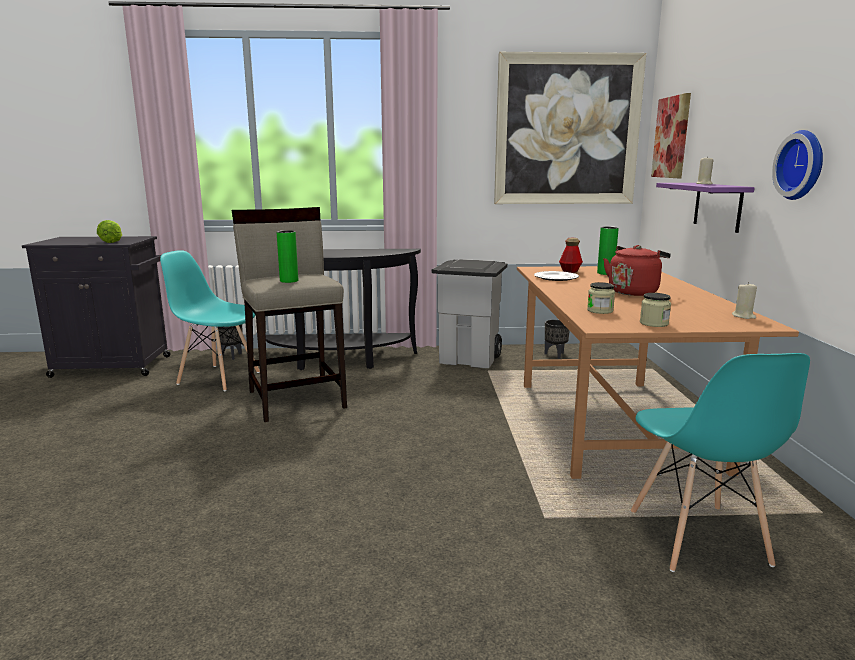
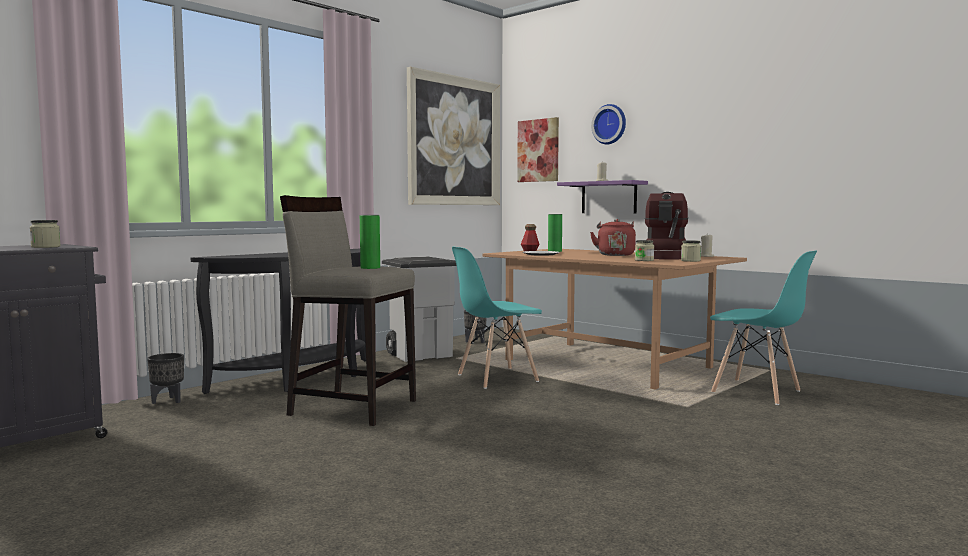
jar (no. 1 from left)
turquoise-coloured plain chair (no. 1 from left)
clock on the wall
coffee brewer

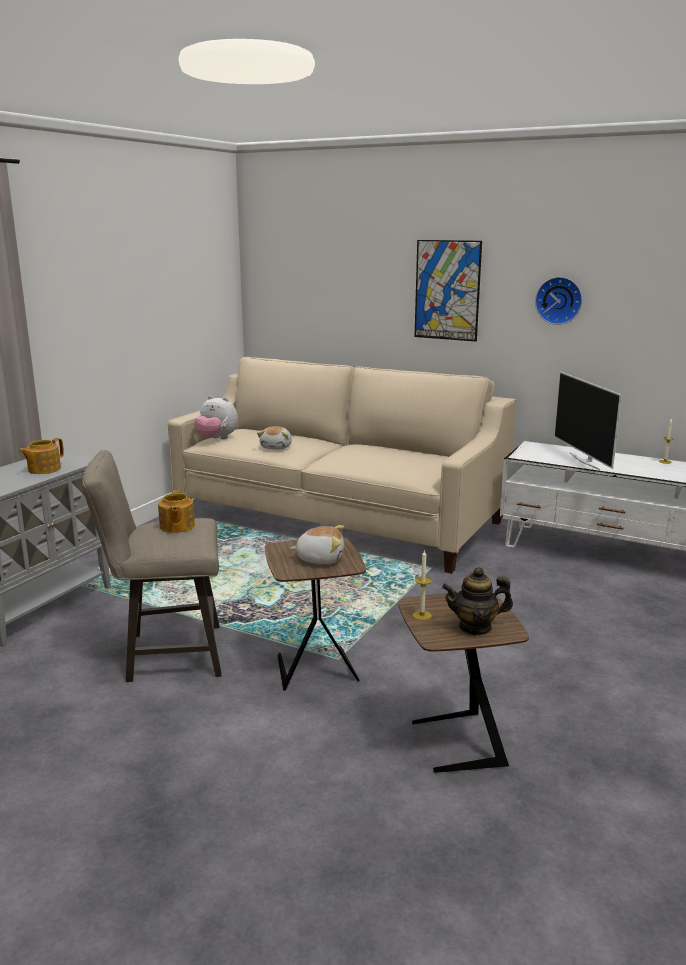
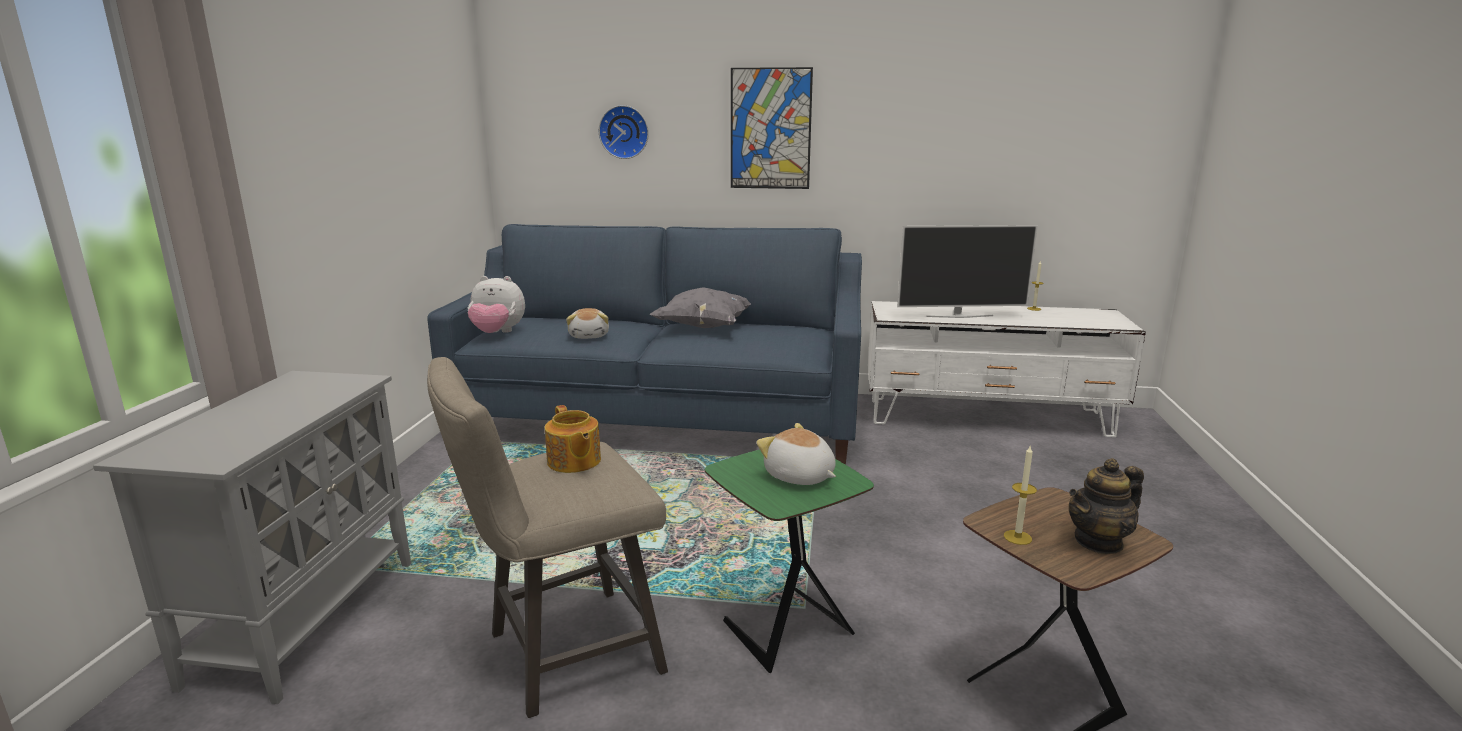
teapot (no. 1 from left in the first image)
blue couch
greenish side table
soft toy (no. 3 from left)
clock on the wall
TV
greyish cushion

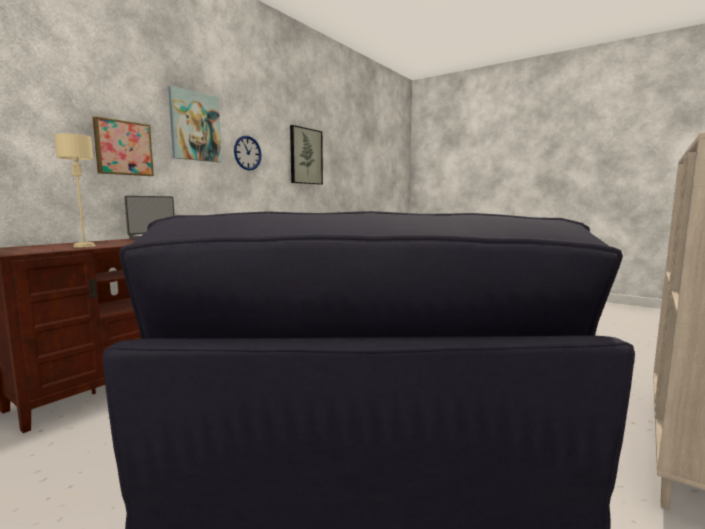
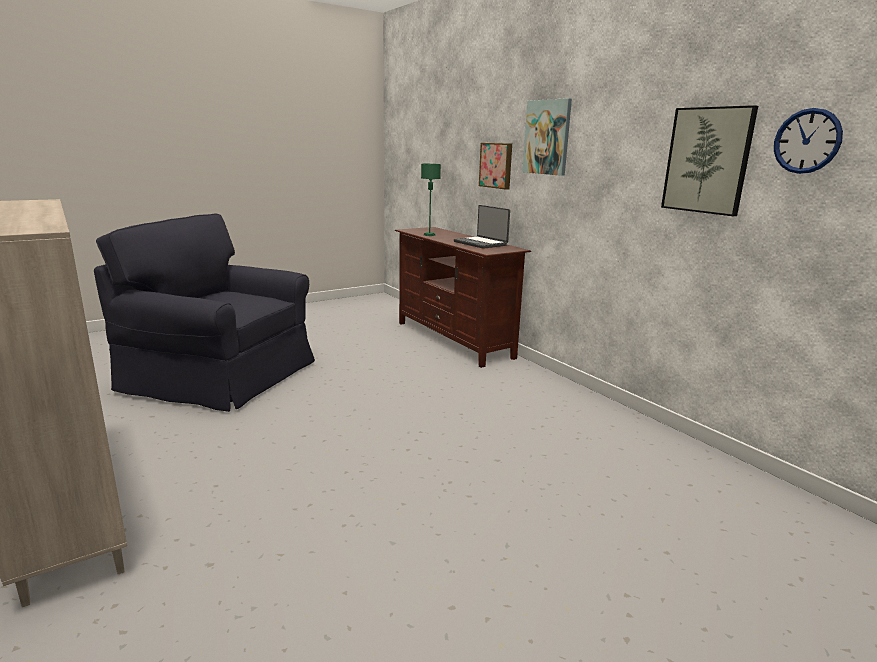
greenish tabletop lamp
clock on the wall

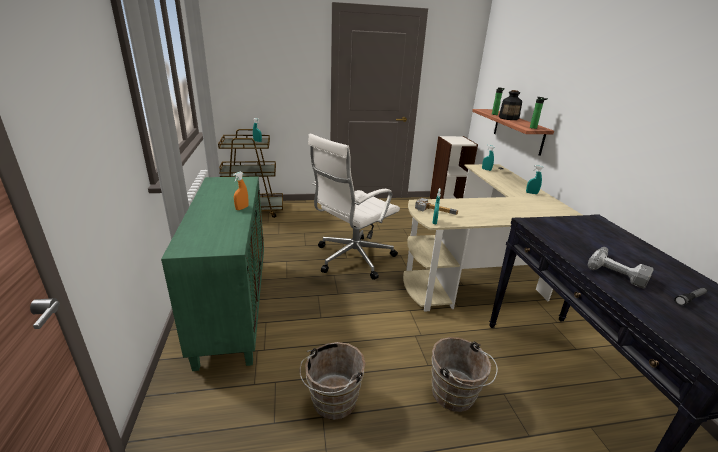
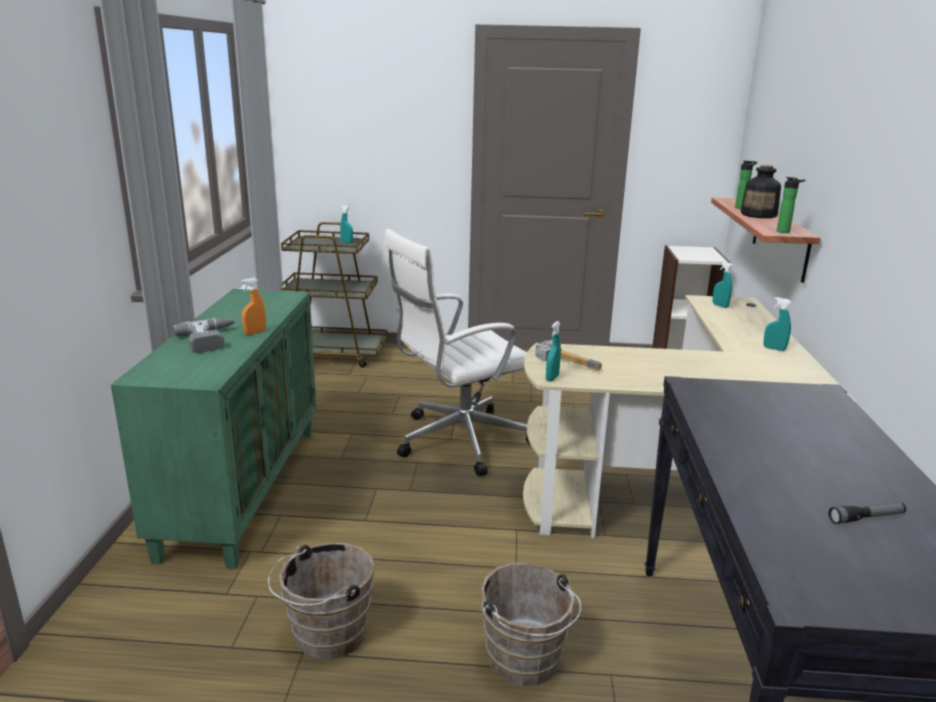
drill

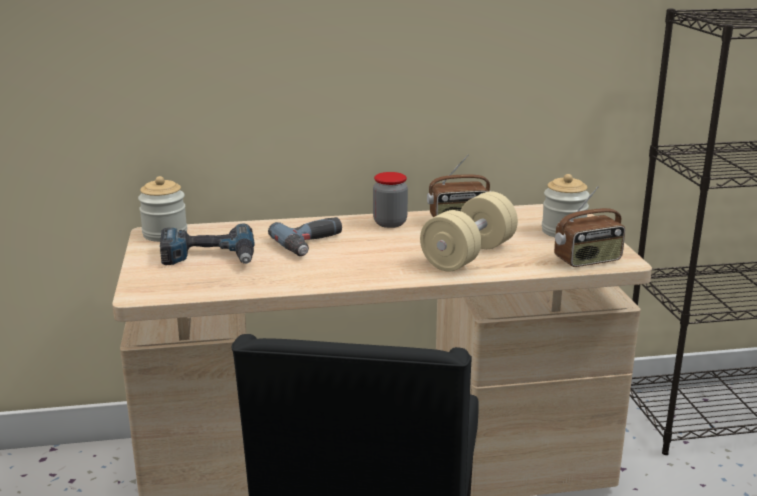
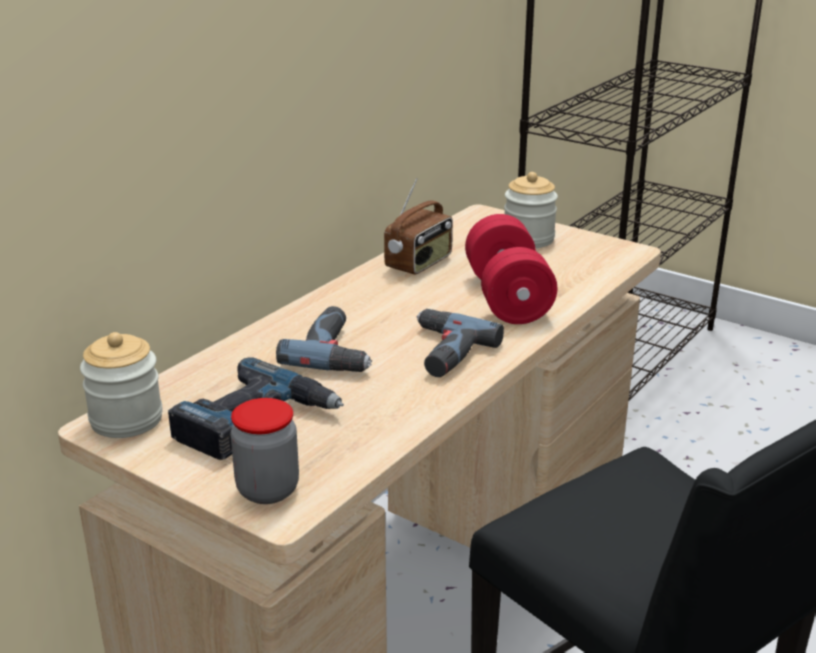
jar (no. 2 from left)
red dumbbell
radio receiver (no. 2 from left in the first image)
drill (no. 3 from left)

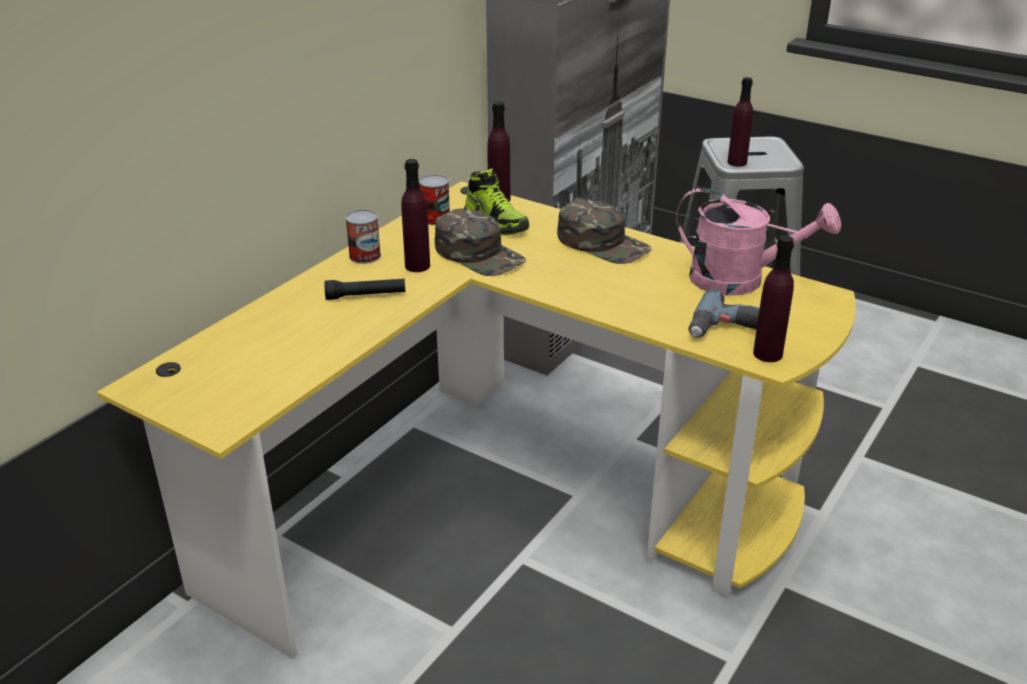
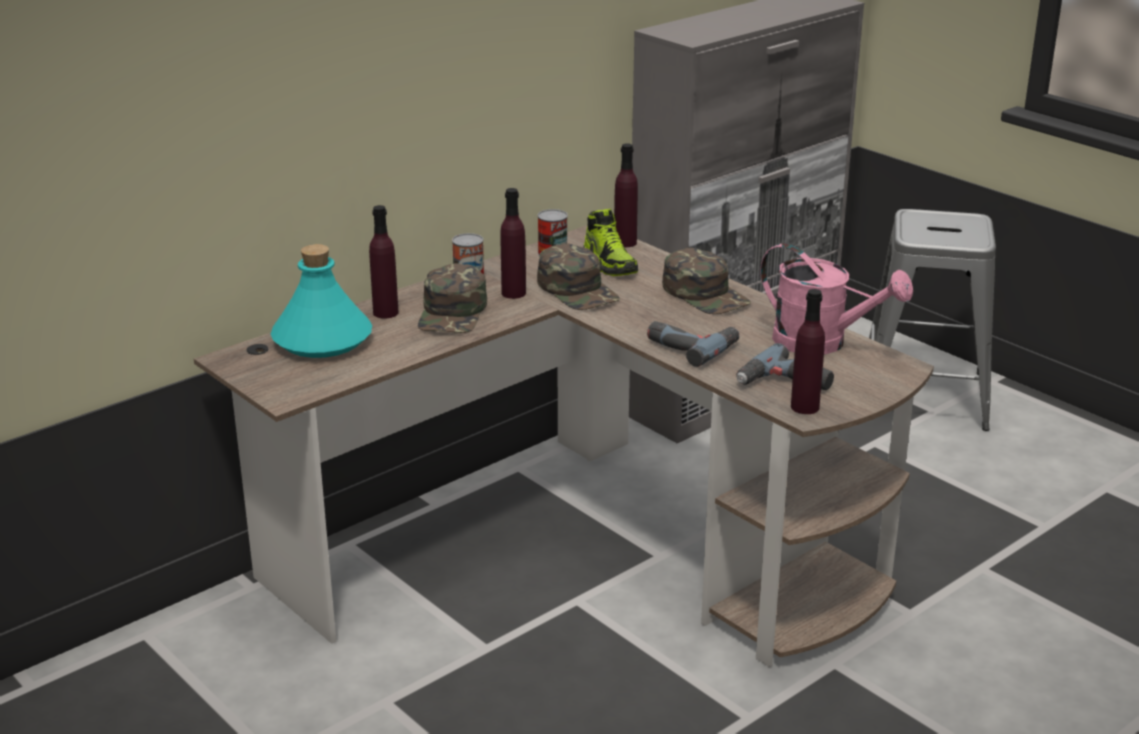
brown desk unit
greenish cap (no. 1 from left)
purple drink bottle (no. 1 from left)
turquoise-coloured drink bottle
drill (no. 1 from left)

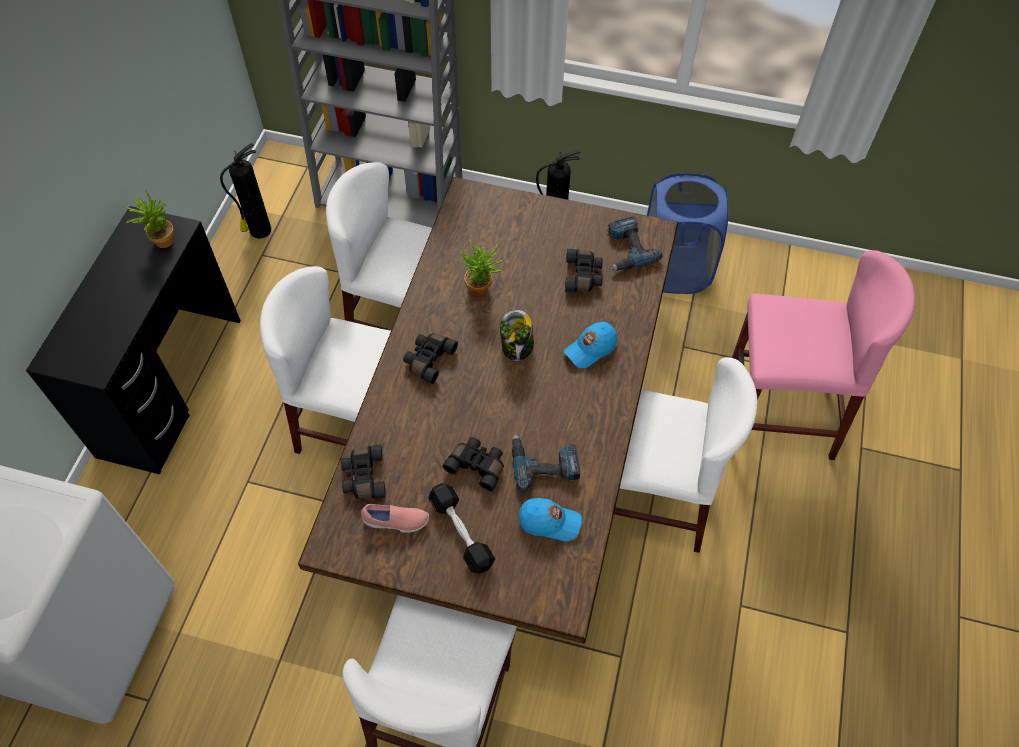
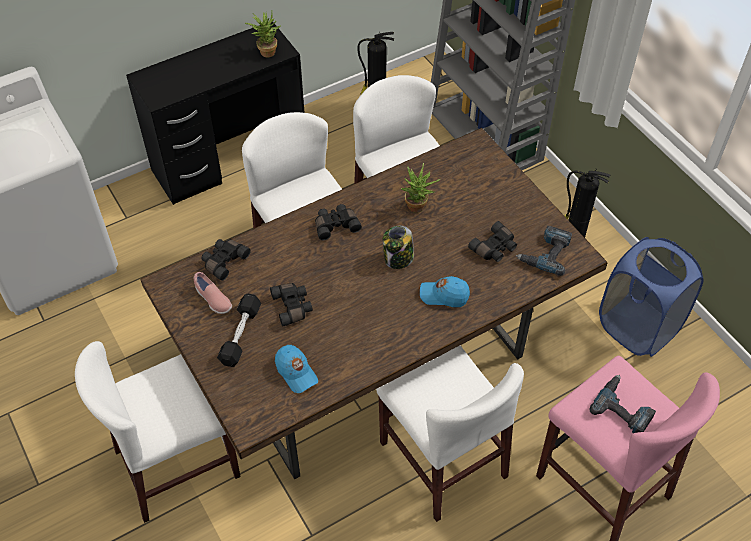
drill (no. 2 from left)

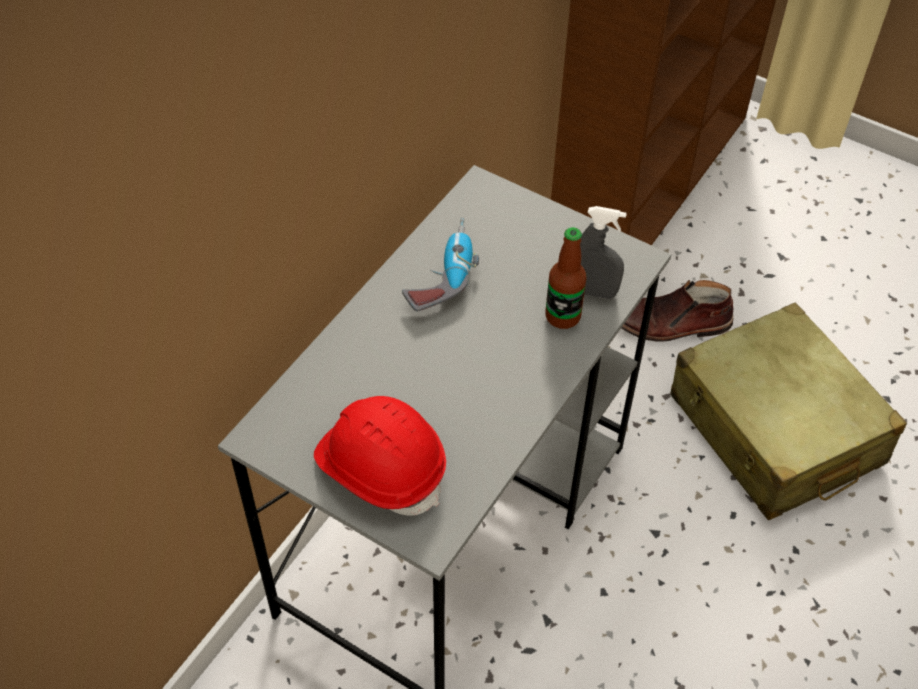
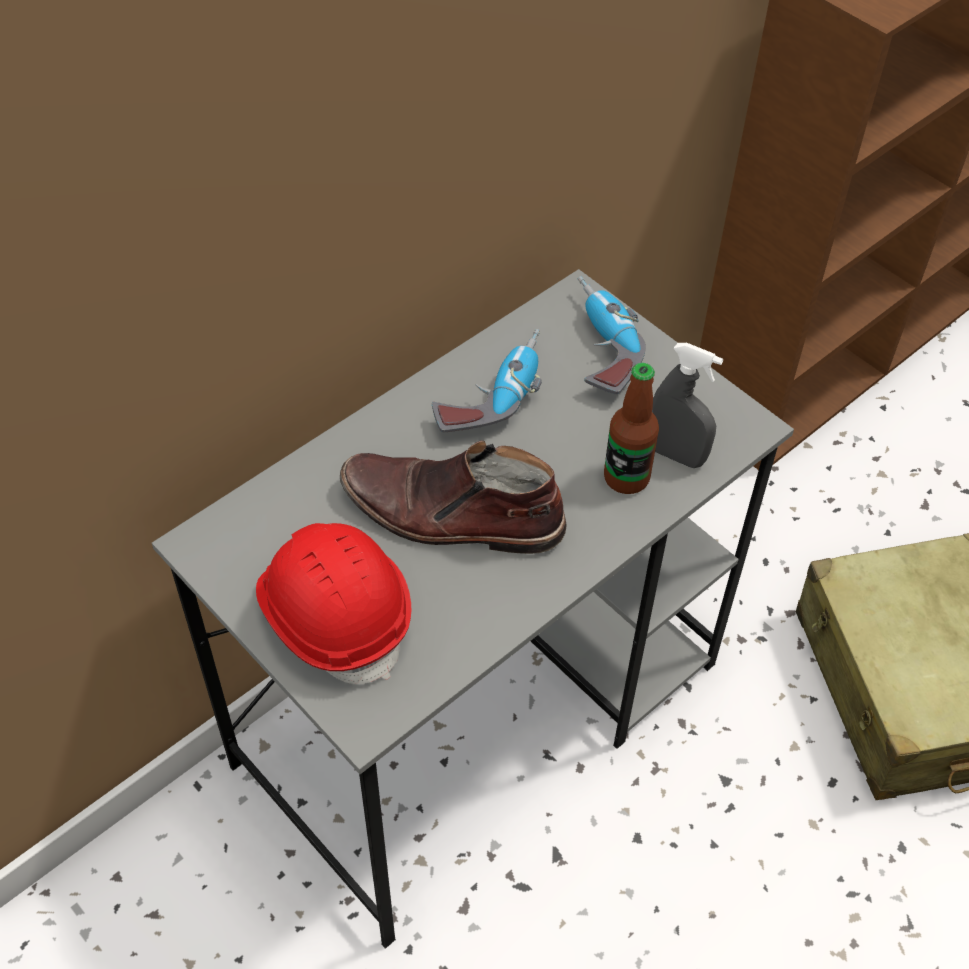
brown boot
drill (no. 2 from left)

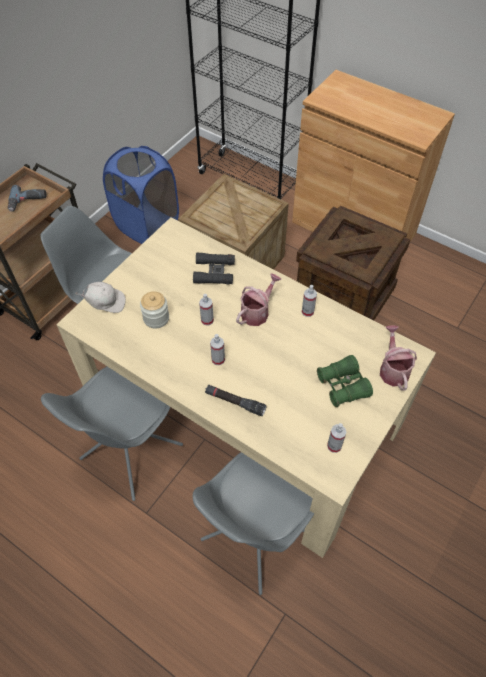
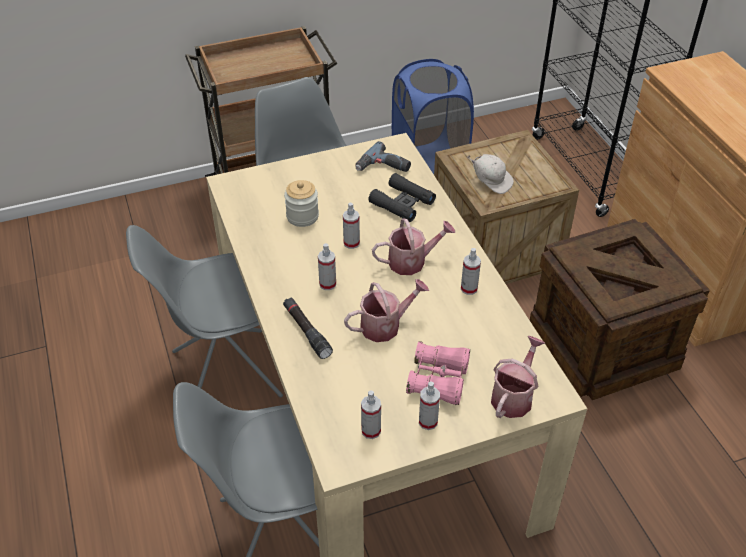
drill
white cap
pink binoculars
watering pot (no. 1 from left)
sprayer (no. 4 from left)

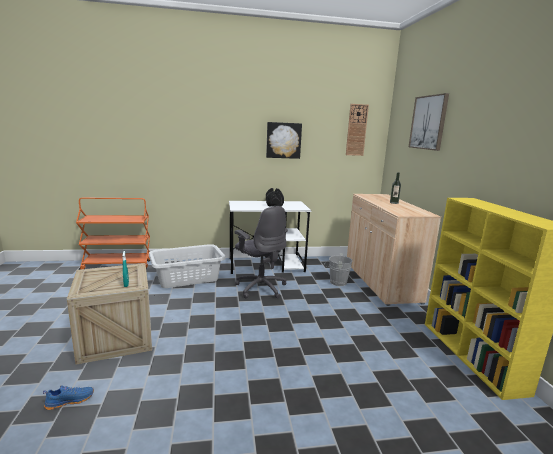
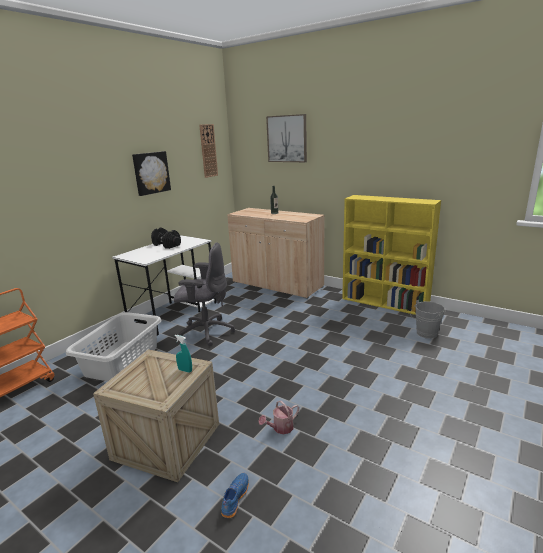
greyish bucket
watering pot

